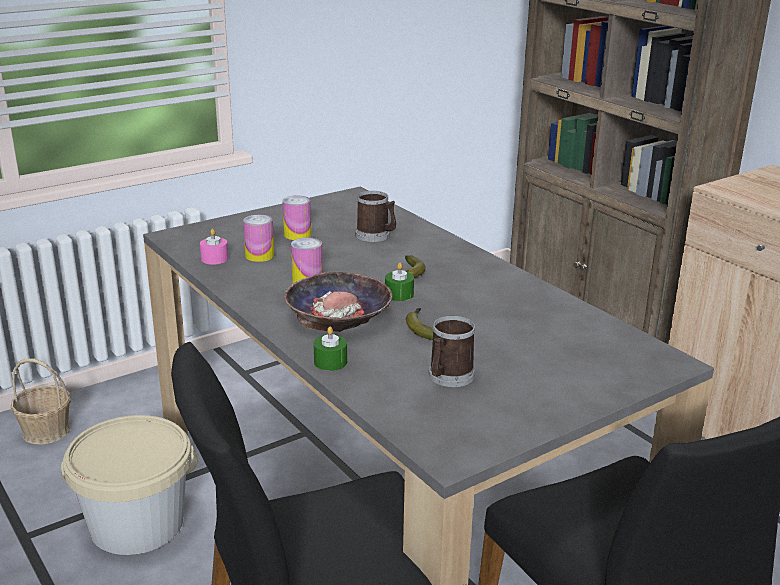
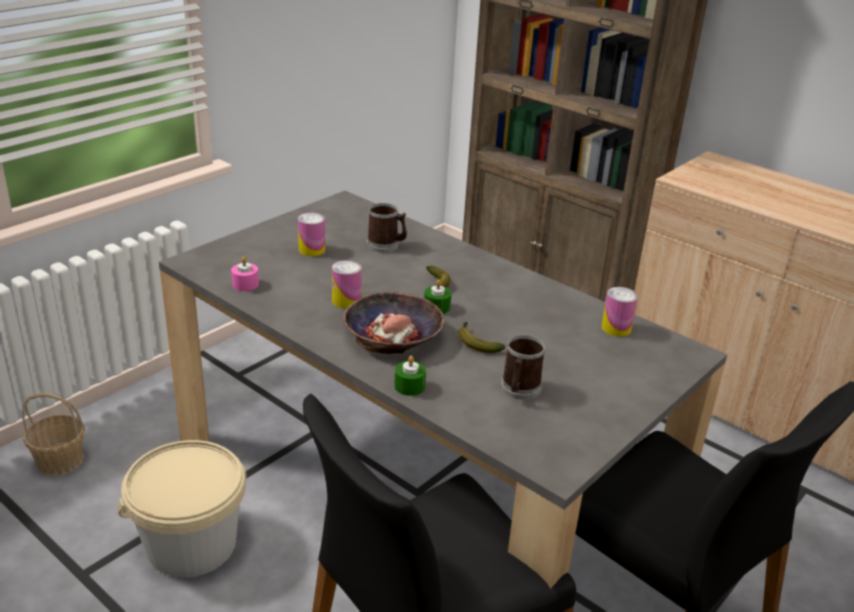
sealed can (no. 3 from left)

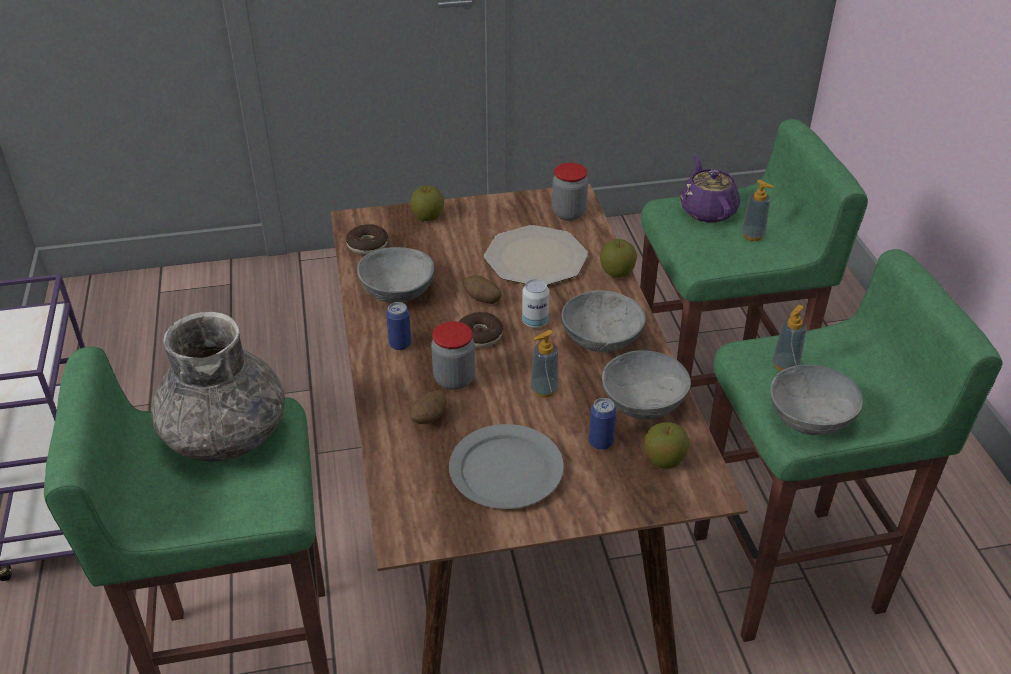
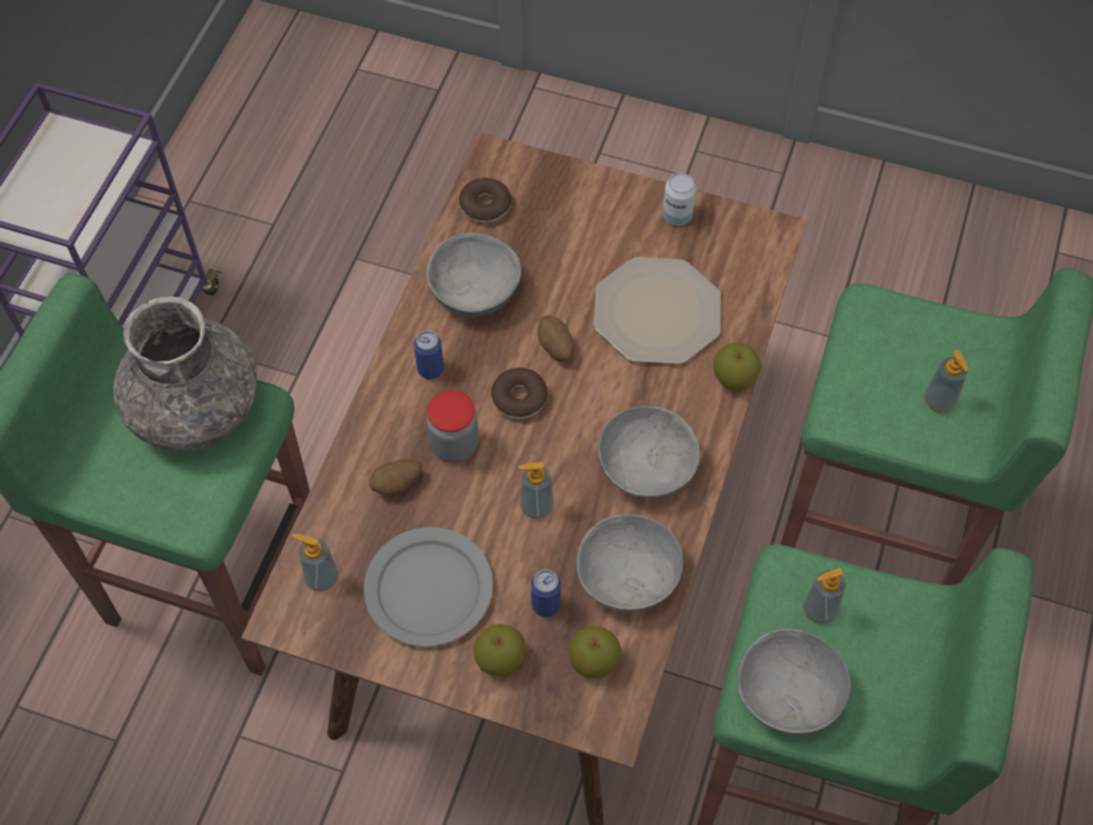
apple (no. 1 from left)
sealed can (no. 3 from left)
jar (no. 2 from left in the first image)
purple teapot
soap dispenser (no. 1 from left)

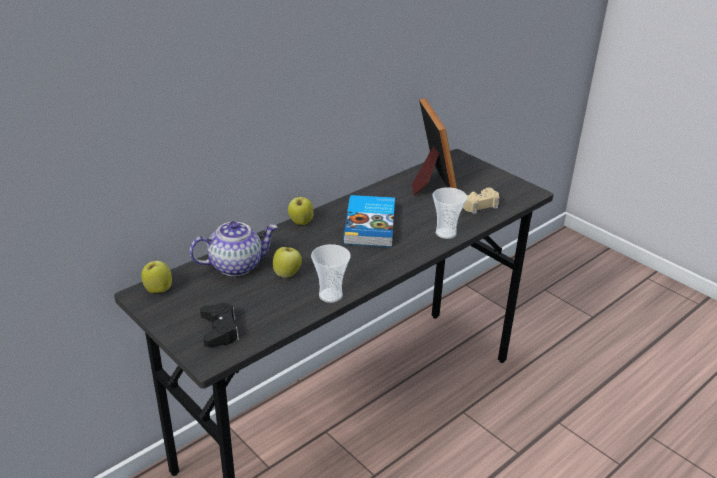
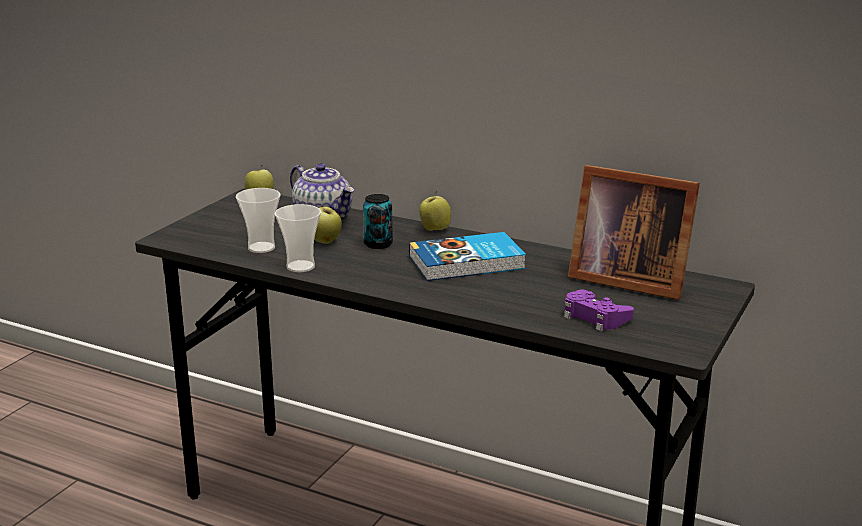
black-coloured joypad
photo frame
small cup (no. 1 from left)
purple joypad
sealed can

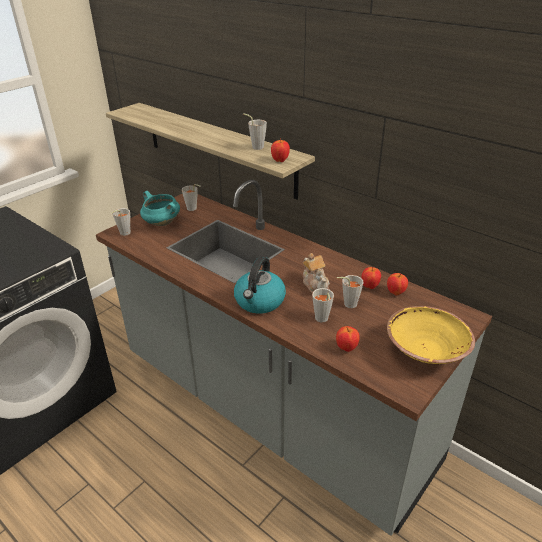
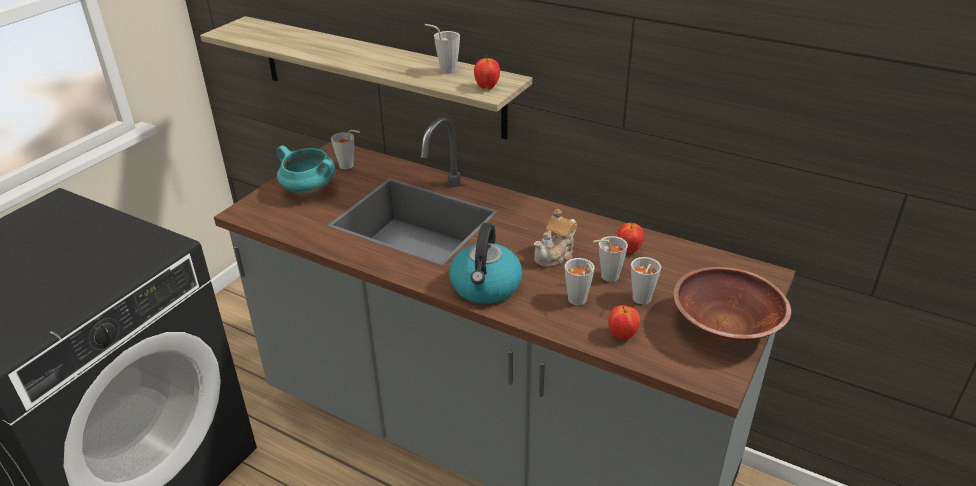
greyish small cup (no. 5 from left)
teapot
apple (no. 4 from left in the first image)
brown deep dish

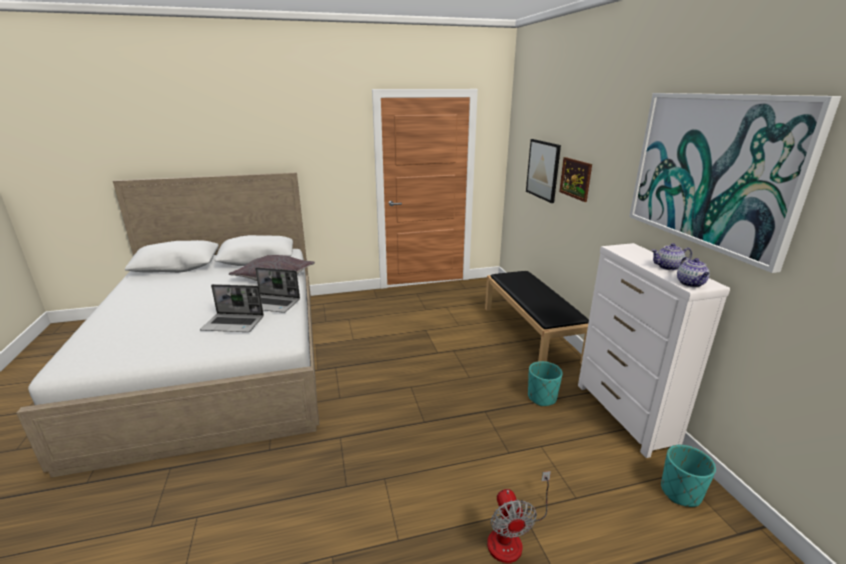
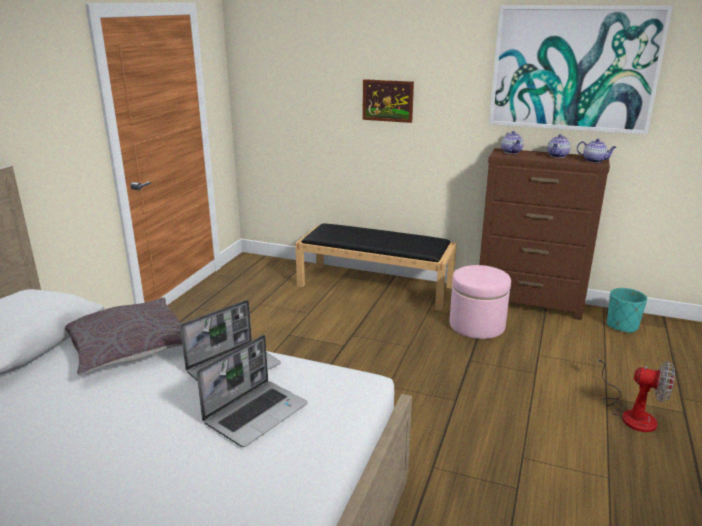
wall art (no. 1 from left in the first image)
pink ottoman
brown chest of drawers
teapot (no. 1 from left)

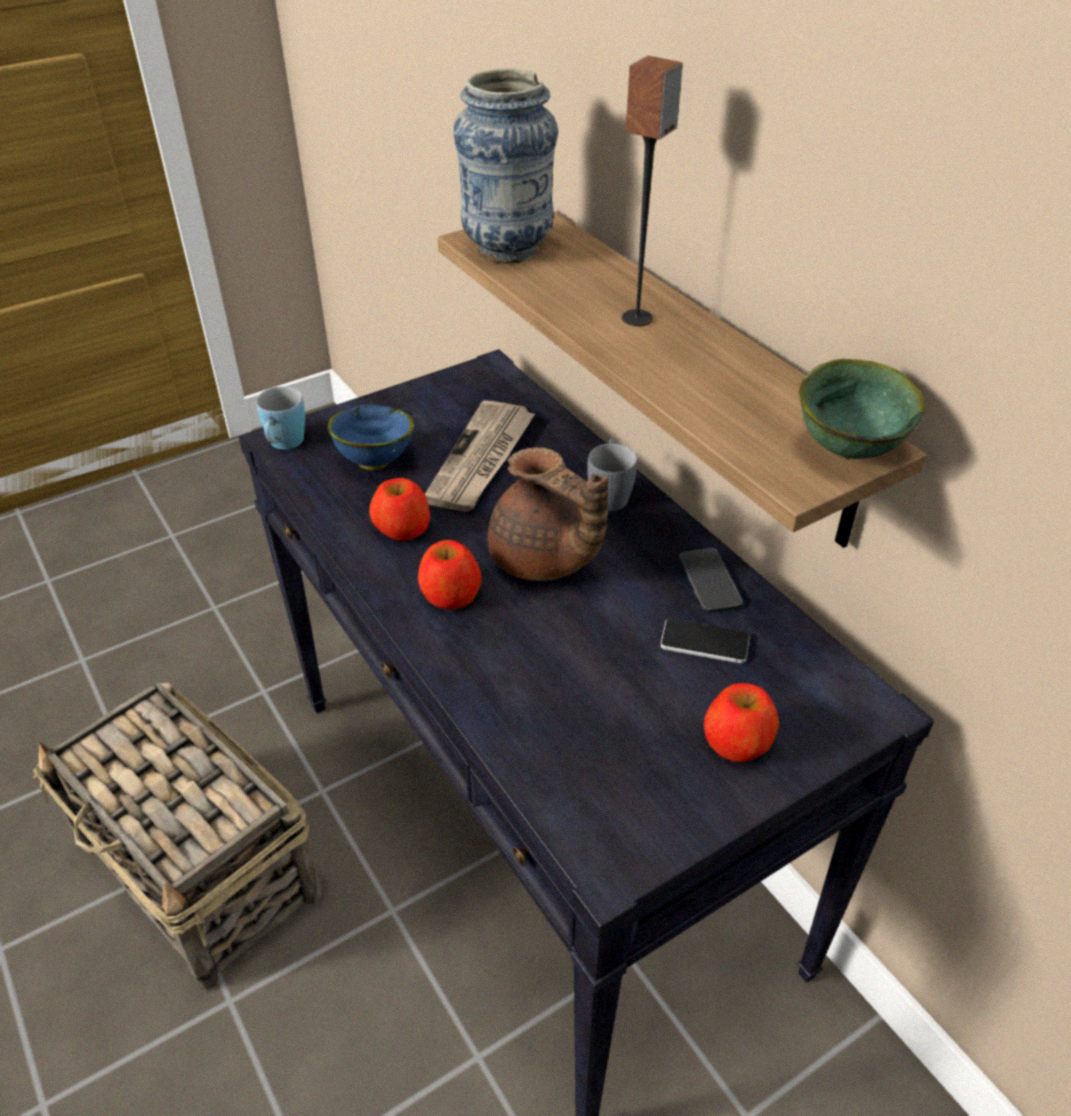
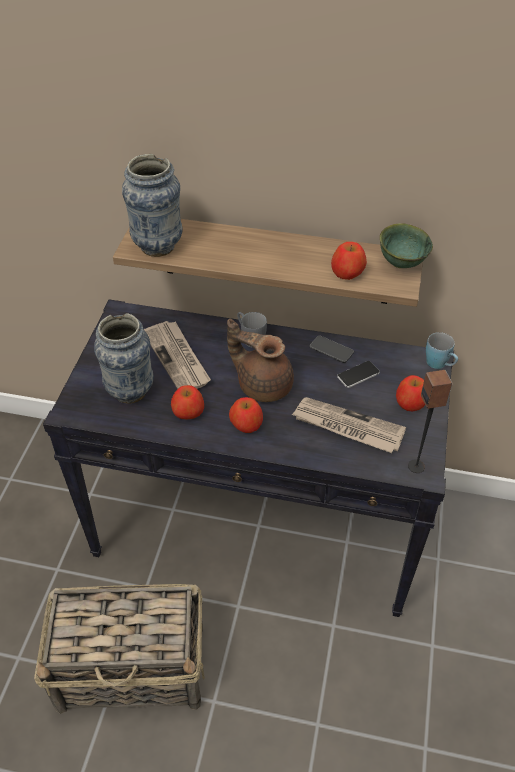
blue coffee mug
decorative vase (no. 1 from left)
brown teapot
speaker
printed paper (no. 2 from left)
apple (no. 3 from left)

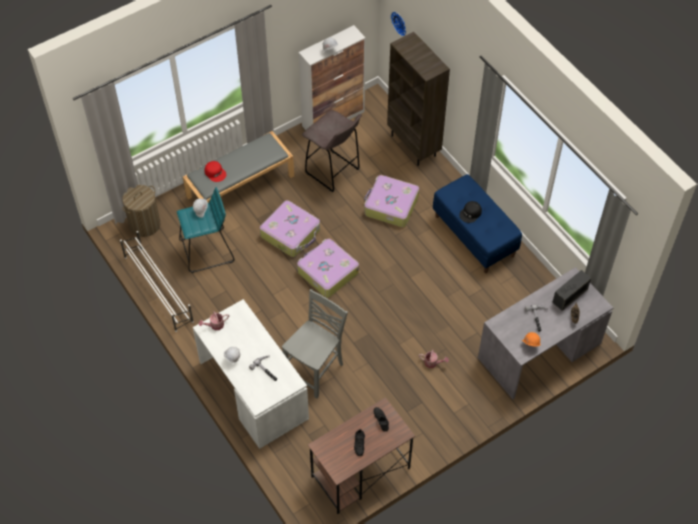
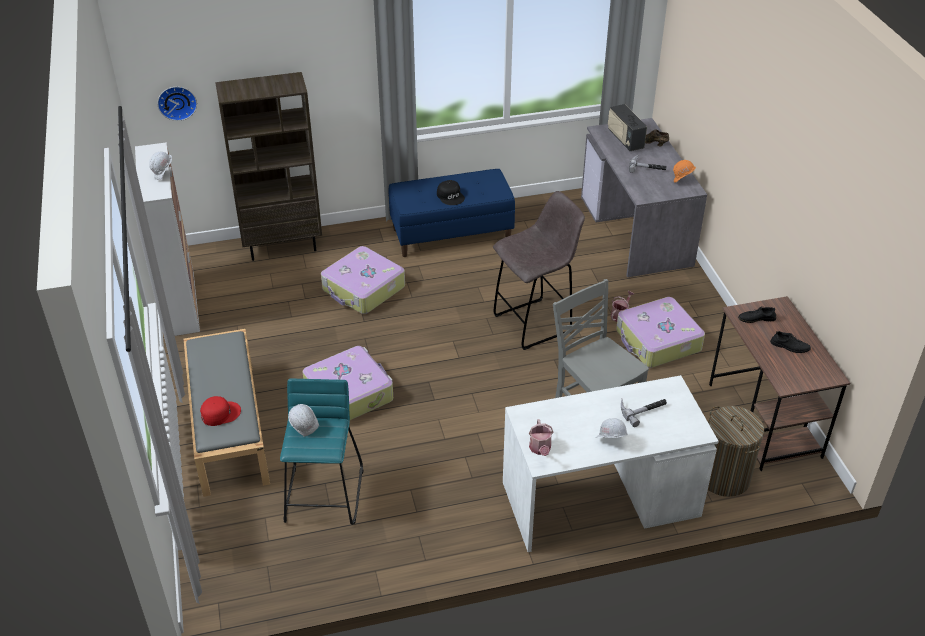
white shoe shelf
laundry basket
travel case (no. 3 from left)
greyish stool seat

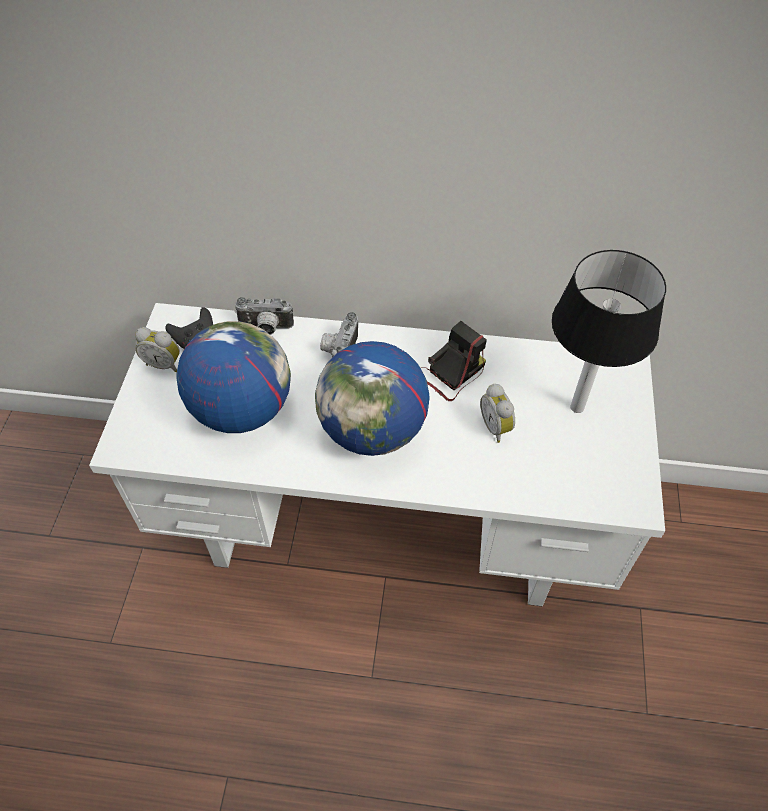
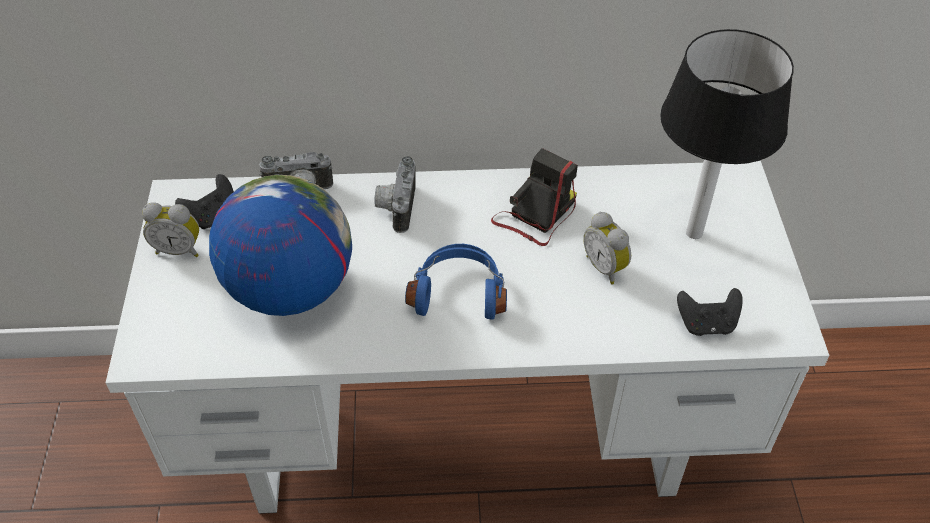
blue headset
black-coloured joypad (no. 2 from left)

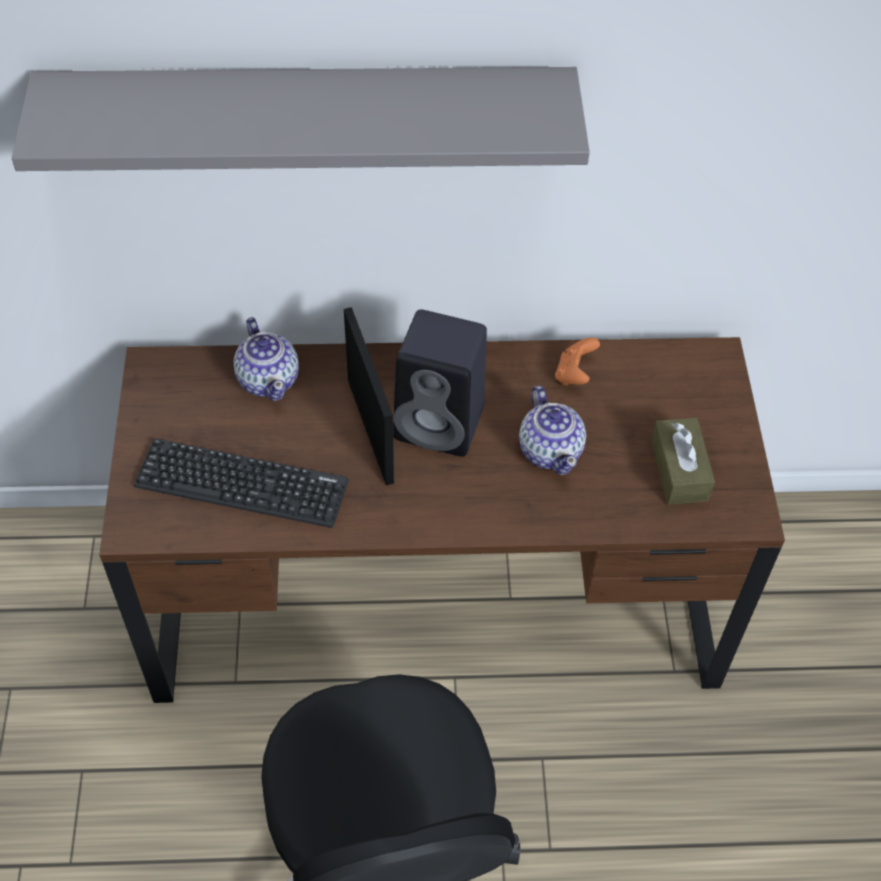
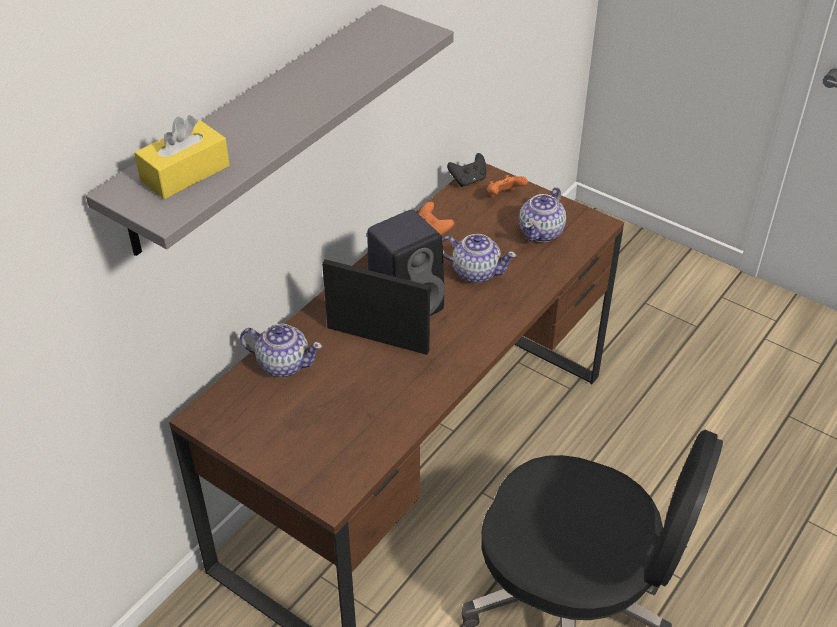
keyboard
teapot (no. 3 from left)
yellow-coloured tissue holder
black-coloured joypad
orangey joypad (no. 2 from left)

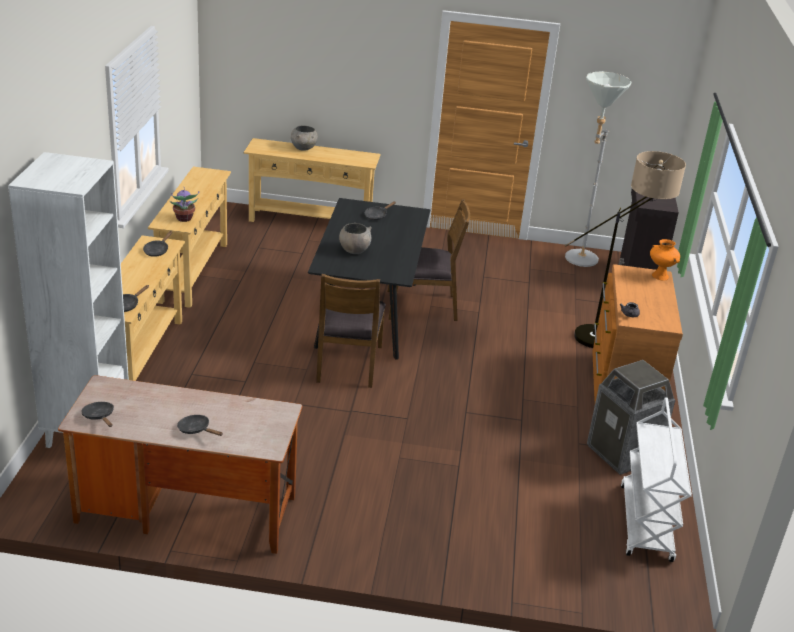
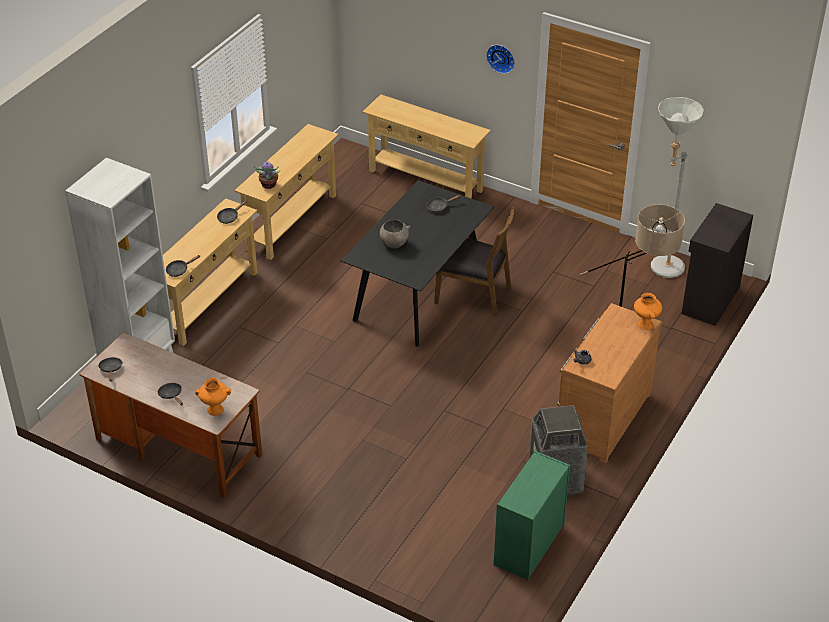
greyish deep dish (no. 1 from left in the first image)
brown plain chair (no. 1 from left in the first image)
greenish chest of drawers
orangey decorative vase (no. 1 from left)
clock on the wall

